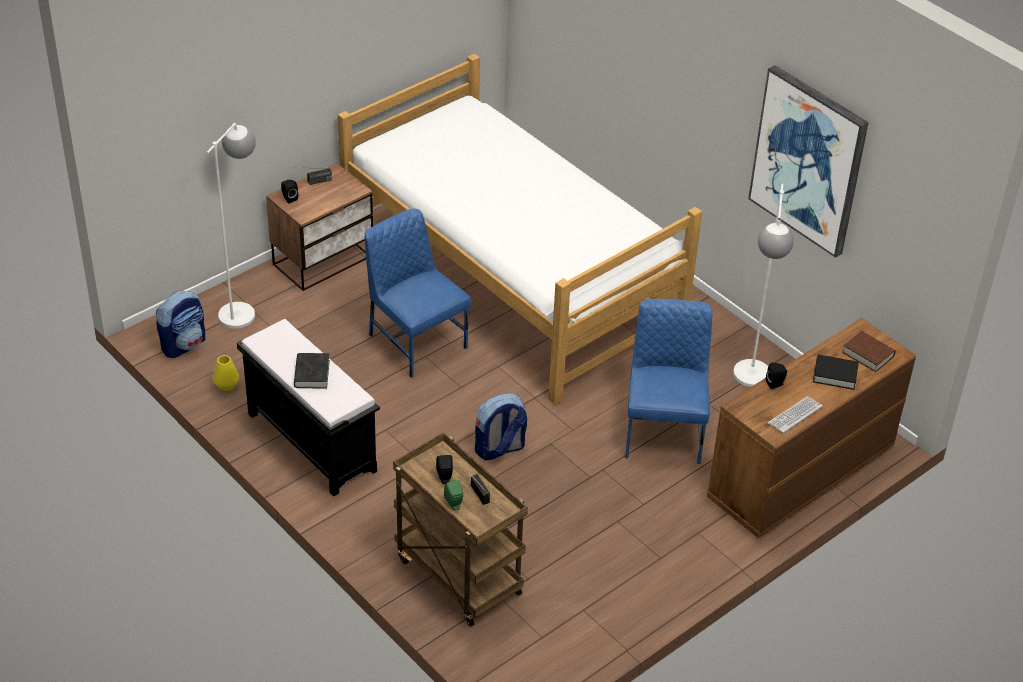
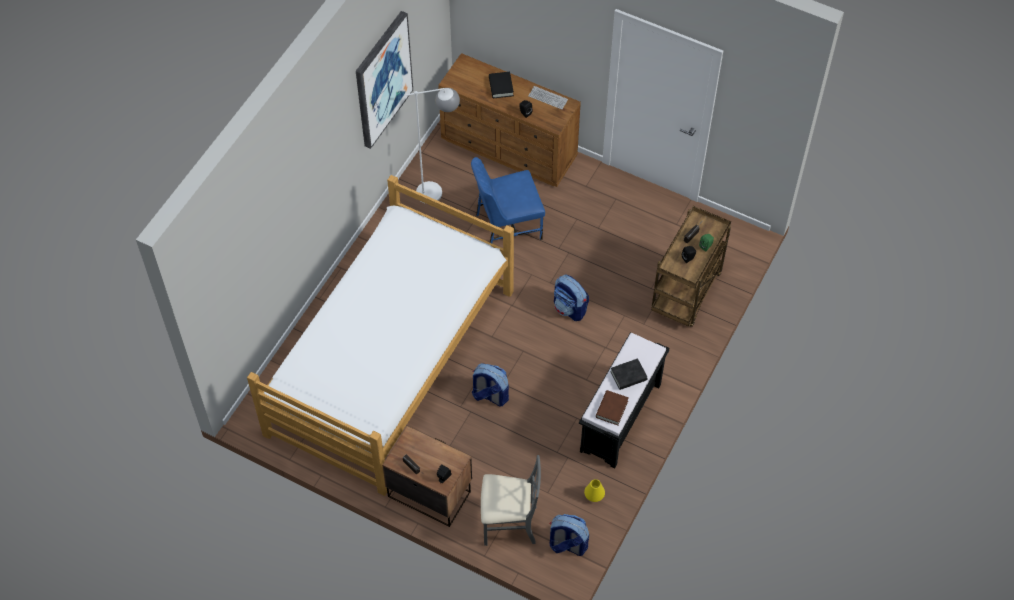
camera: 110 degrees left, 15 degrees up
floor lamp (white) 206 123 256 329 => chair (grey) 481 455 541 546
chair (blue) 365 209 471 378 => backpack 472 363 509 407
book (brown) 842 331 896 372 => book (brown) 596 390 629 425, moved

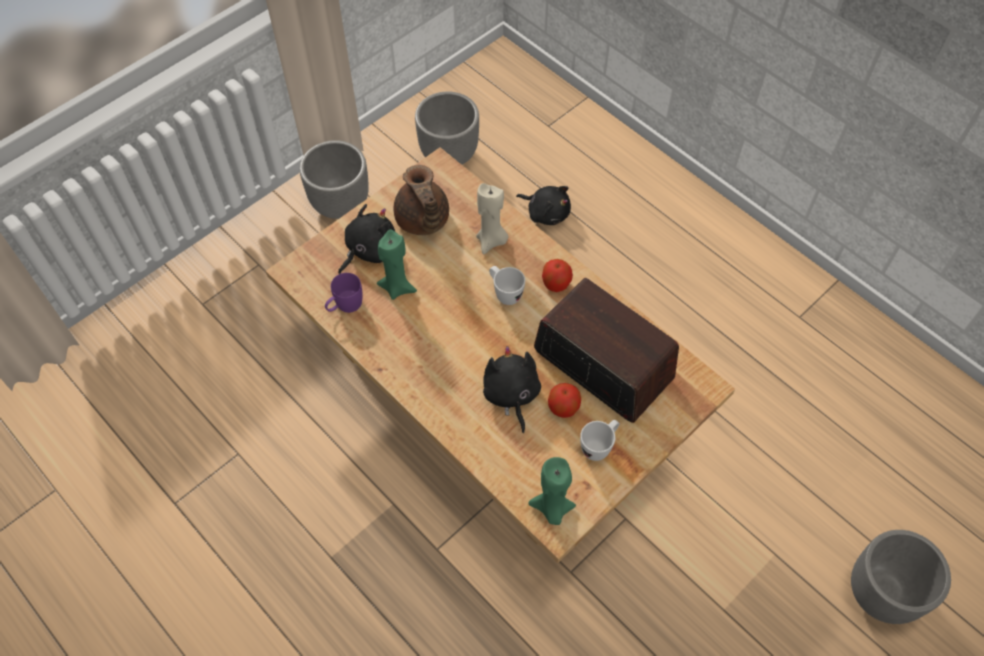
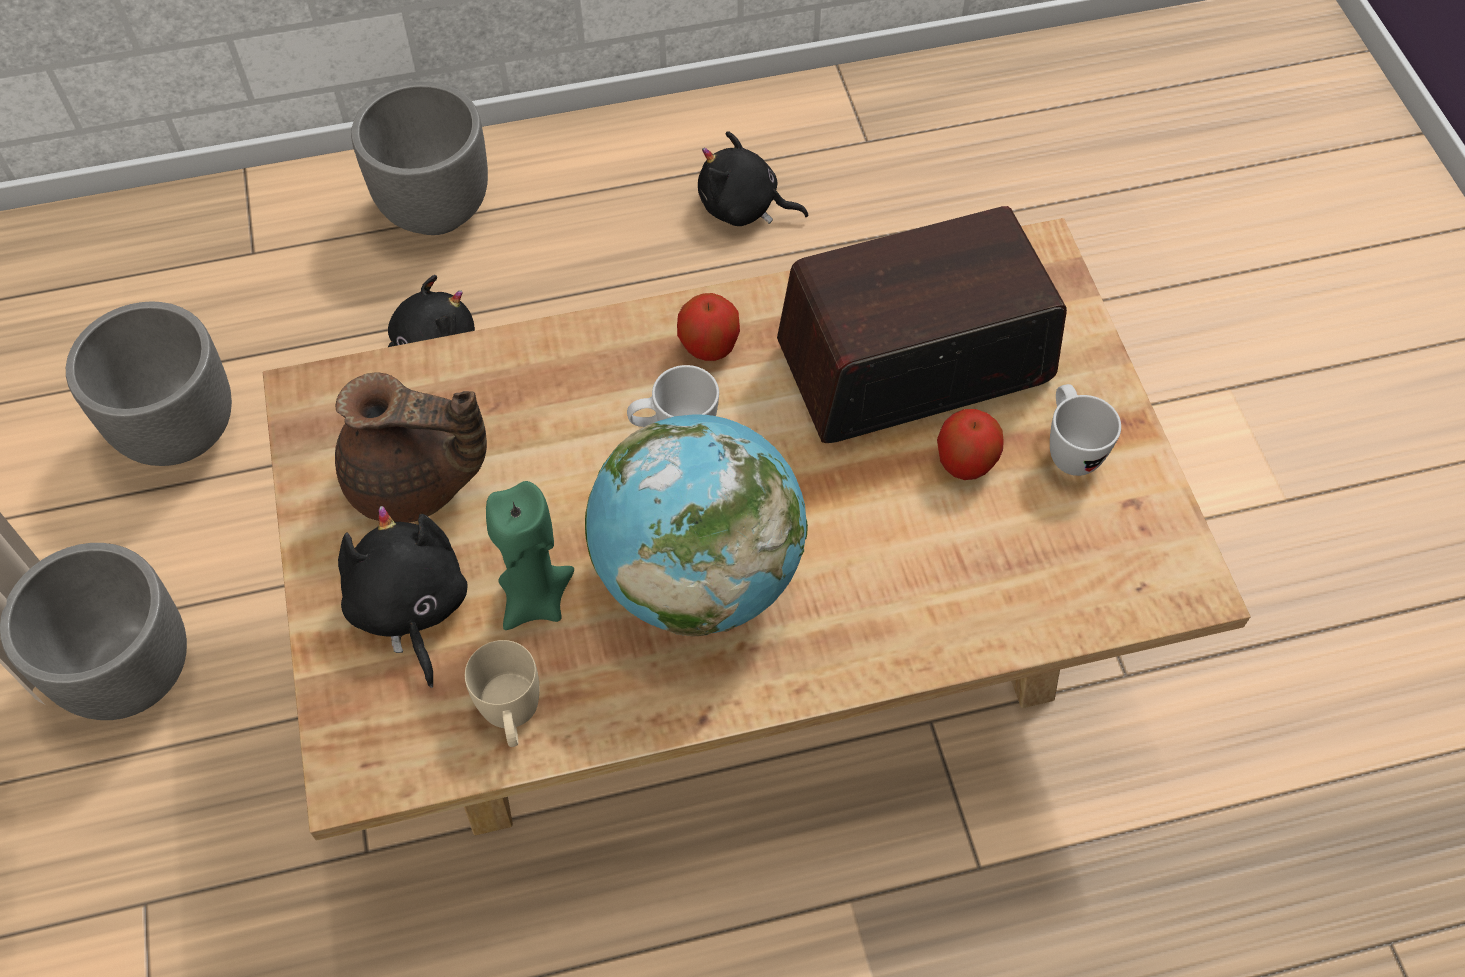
camera: 60 degrees left, 0 degrees up
mug (purple) 325 273 362 313 => mug (beige) 465 640 539 747
candle (beige) 476 183 508 254 => nothing
plush toy (black) 483 346 541 433 => plush toy (black) 698 131 808 226, moved
candle (green) 528 457 576 525 => nothing
planter (grey) 851 530 951 624 => planter (grey) 351 81 488 235, moved
nothing => globe 585 414 808 637

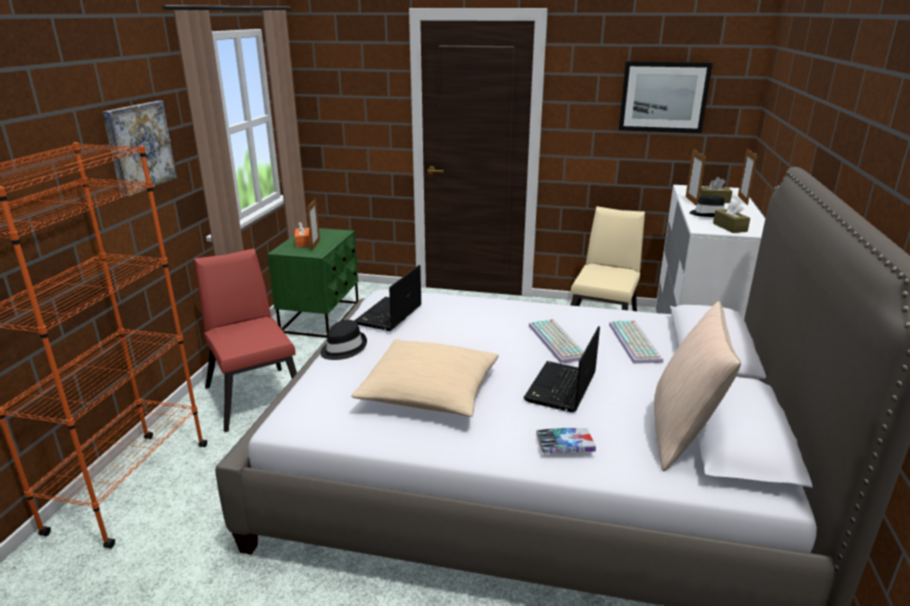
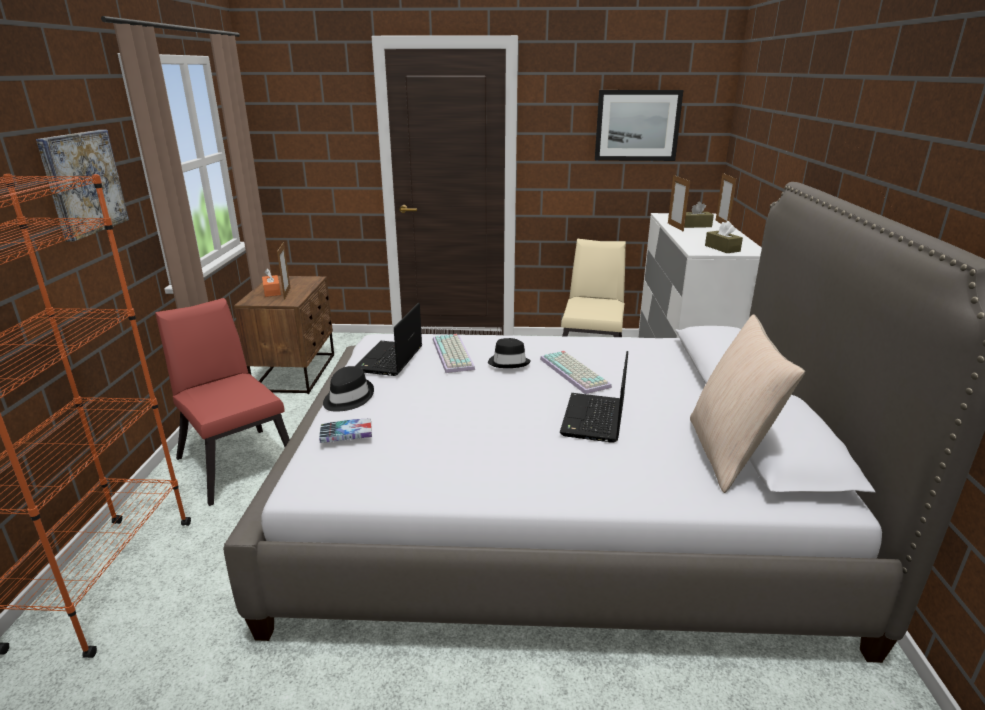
camera: 10 degrees left, 0 degrees up
nightstand (green) 267 227 359 338 => nightstand (brown) 234 276 334 394
pillow (beige) 351 339 499 417 => nothing
book 537 428 596 453 => book 319 418 372 443, moved
keyboard 609 320 663 364 => keyboard 433 334 475 373, moved
hat (black) 690 195 724 217 => hat (black) 488 338 531 368, moved

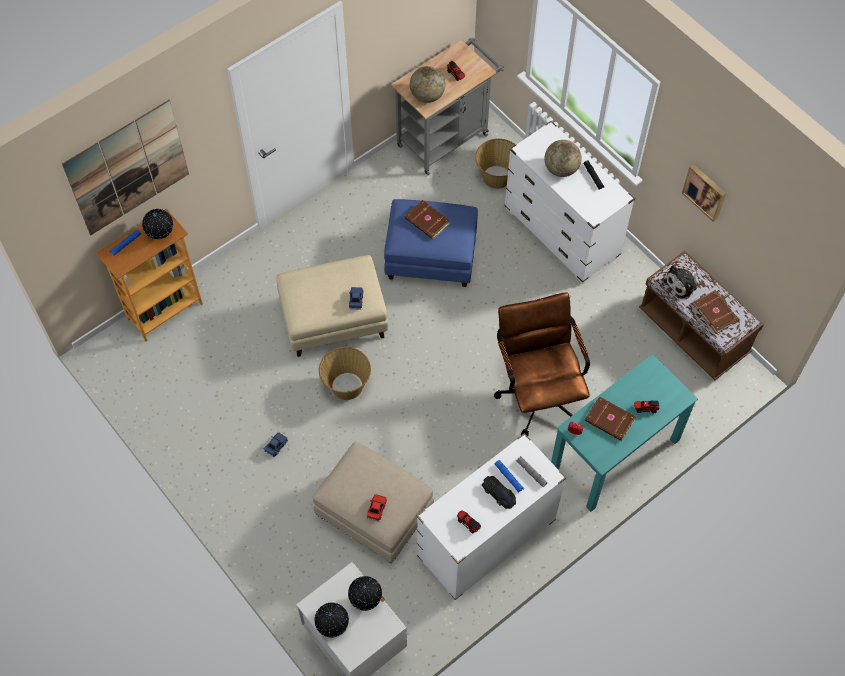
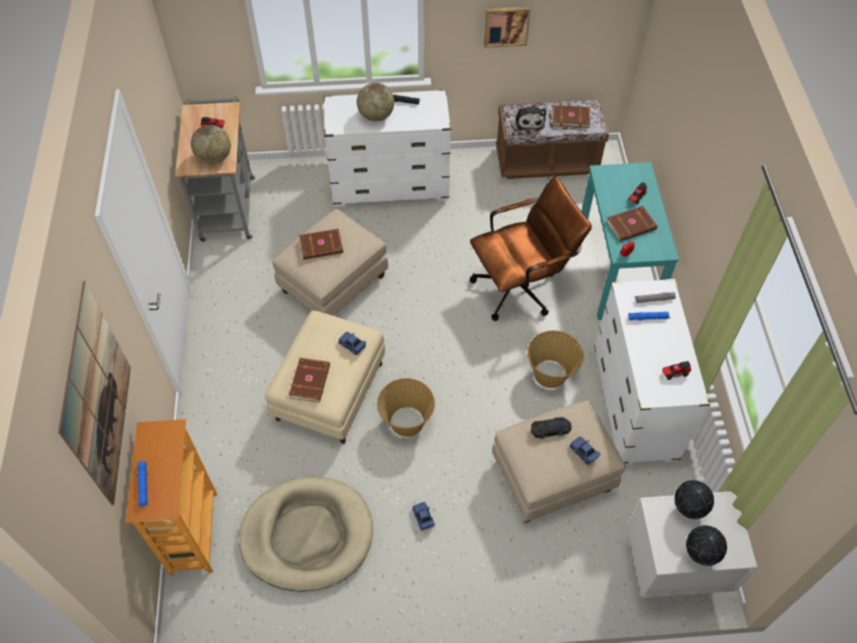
camera: 55 degrees left, 5 degrees down
globe 142 209 173 239 => nothing
toy car (red) 366 494 387 521 => toy car (blue) 570 437 601 466
ottoman (blue) 384 199 478 287 => ottoman (beige) 272 209 388 316
basket 475 139 516 189 => basket 527 331 583 388, moved
toy car (black) 482 476 516 509 => toy car (black) 531 417 572 439, moved
office chair (brown) 494 292 590 436 => office chair (brown) 469 176 592 321, 135 degrees clockwise
nothing => dog bed (beige) 239 477 373 592
nothing => book (brown) 289 358 330 403

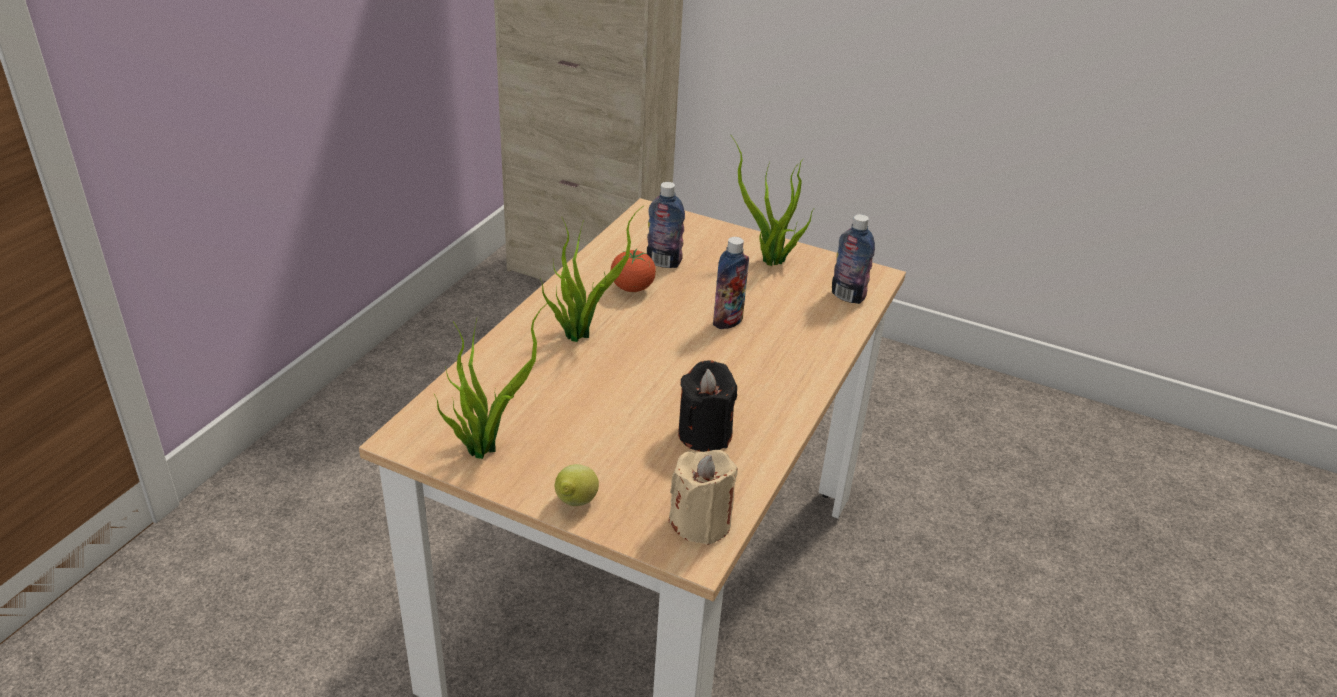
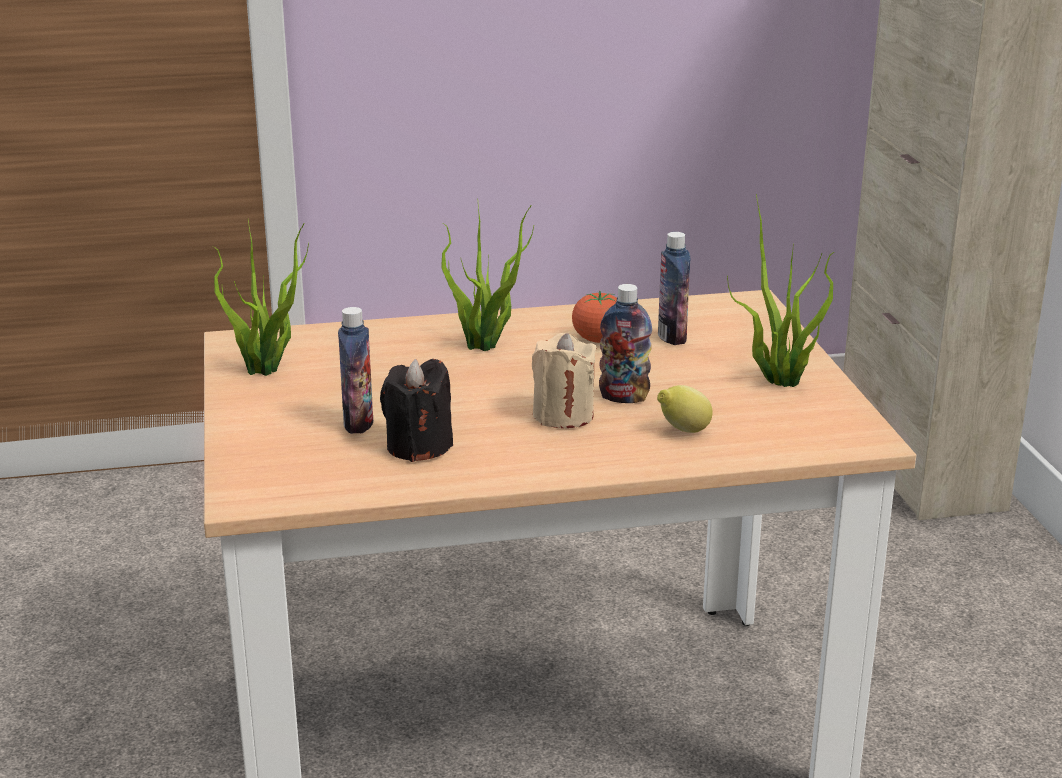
camera: 55 degrees right, 10 degrees down
lemon 555 464 599 506 => lemon 657 385 713 433, moved
candle (beige) 669 450 738 545 => candle (beige) 532 333 597 428, moved
bottle 832 214 875 304 => bottle 338 307 373 434, moved

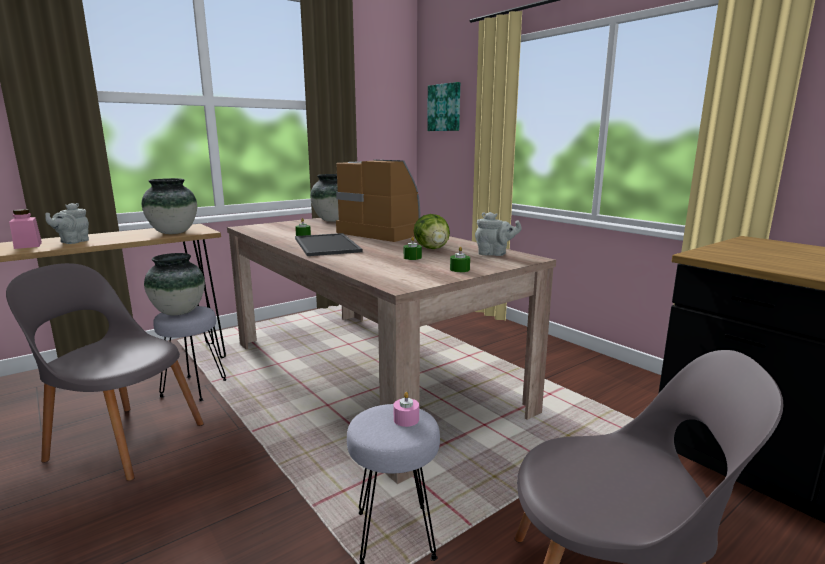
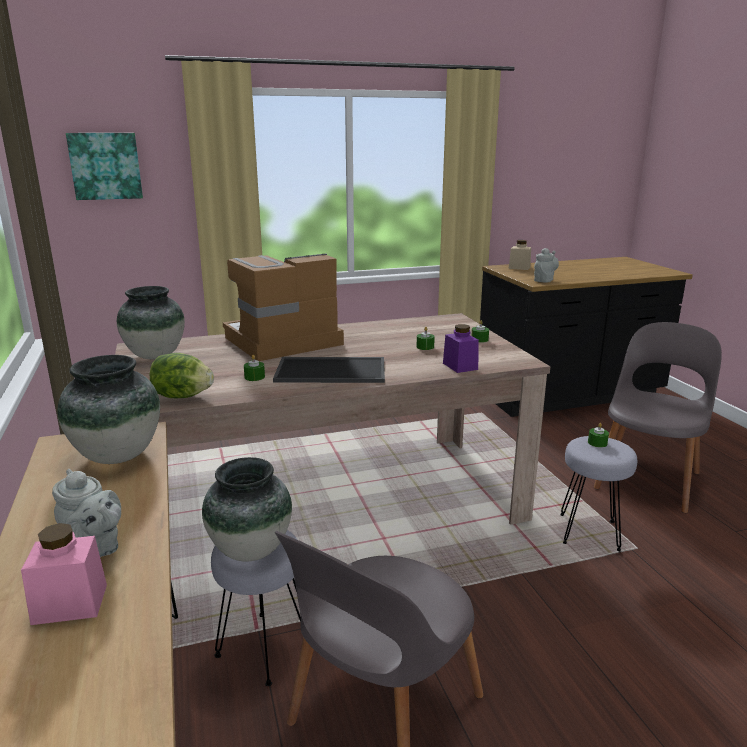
camera: 70 degrees left, 5 degrees up
candle (pink) 394 392 419 427 => candle (green) 588 423 609 447
lettuce 414 214 450 249 => lettuce 150 353 214 398, moved
teapot (grey) 475 212 522 256 => teapot (grey) 534 248 559 283, moved
nothing => jar (purple) 443 324 479 373
nothing => jar (beige) 508 240 531 270

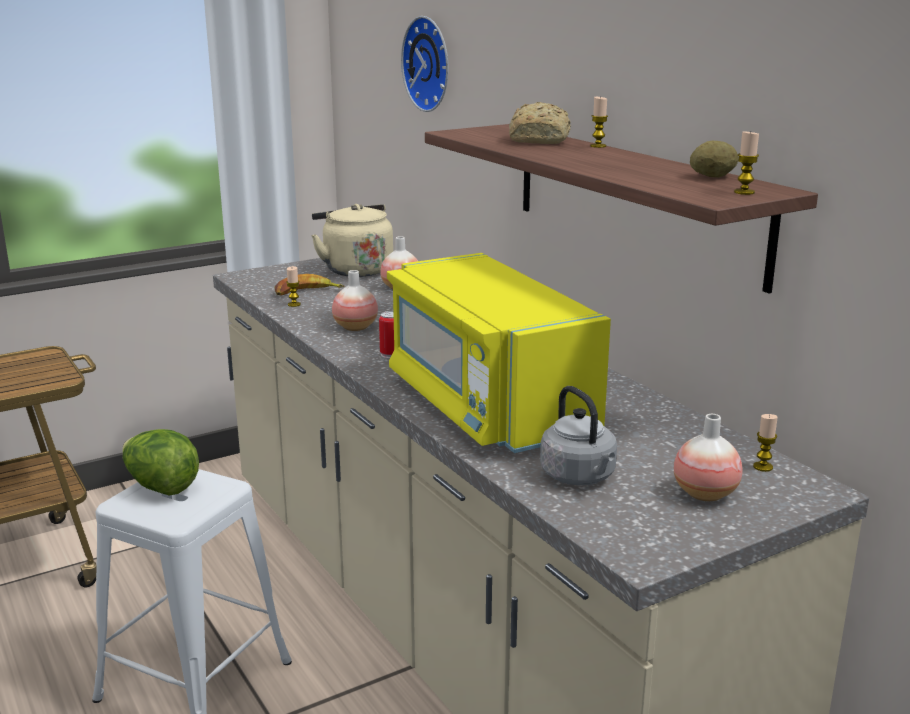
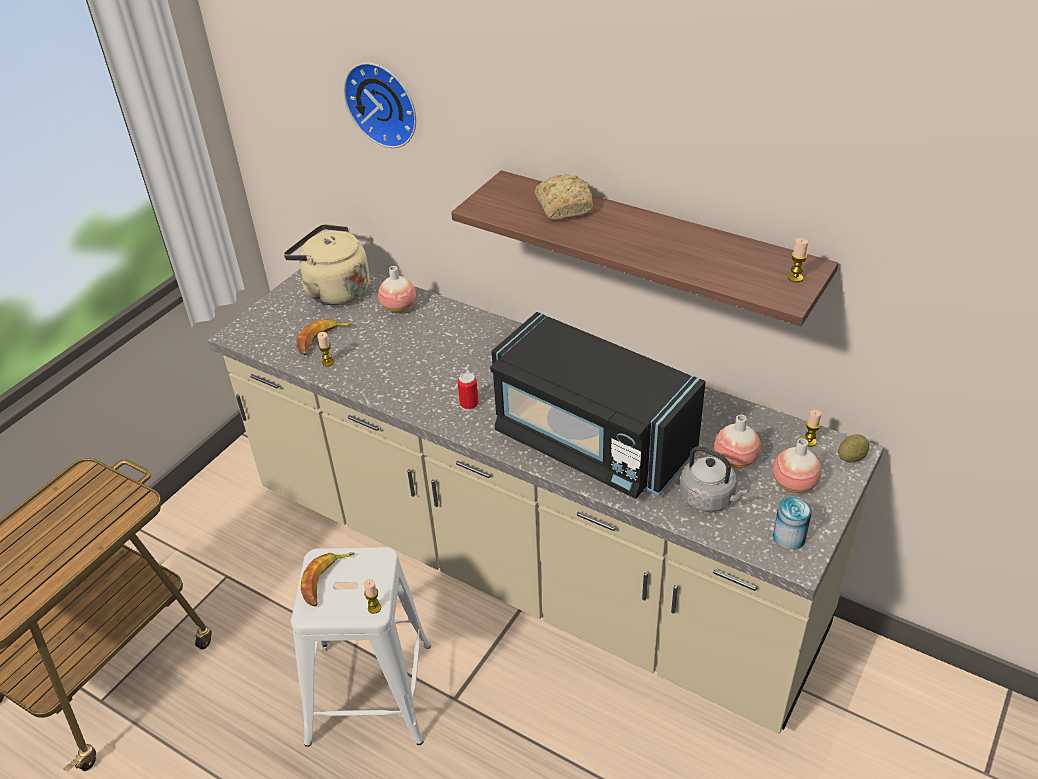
camera: 25 degrees left, 20 degrees up
lettuce 122 429 199 495 => banana 301 553 355 606
vase 332 270 378 331 => vase 714 415 761 468, moved
microwave (yellow) 387 253 611 453 => microwave (black) 490 312 706 499
candle 590 97 608 148 => candle 364 579 381 614, moved
potato 690 141 738 178 => potato 838 434 869 463, moved
nothing => can 773 497 812 550

